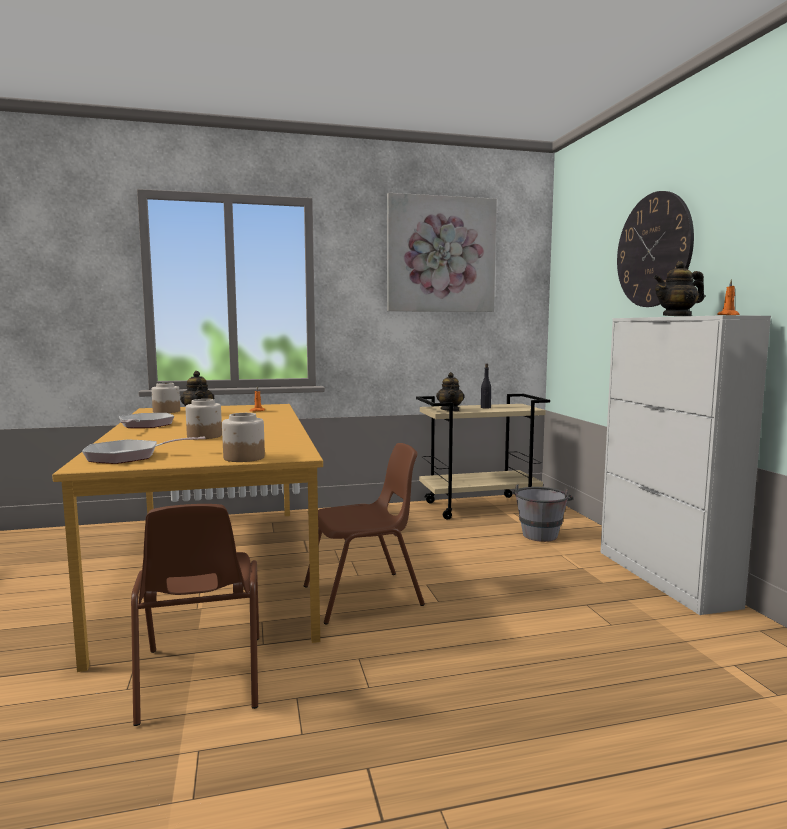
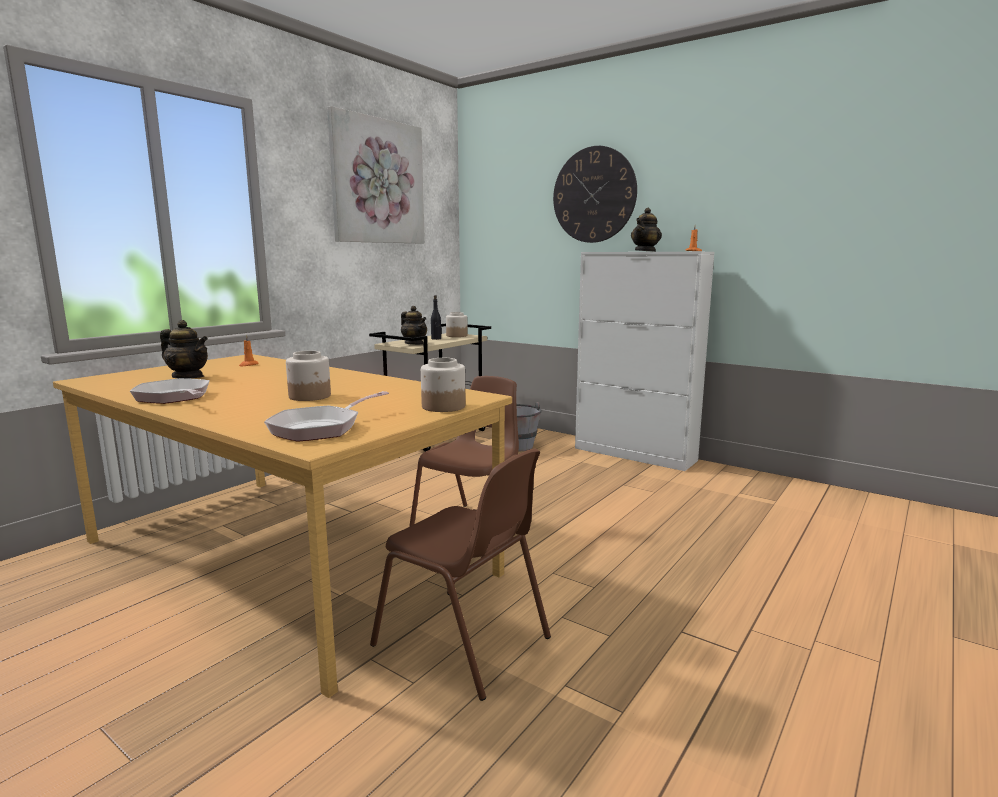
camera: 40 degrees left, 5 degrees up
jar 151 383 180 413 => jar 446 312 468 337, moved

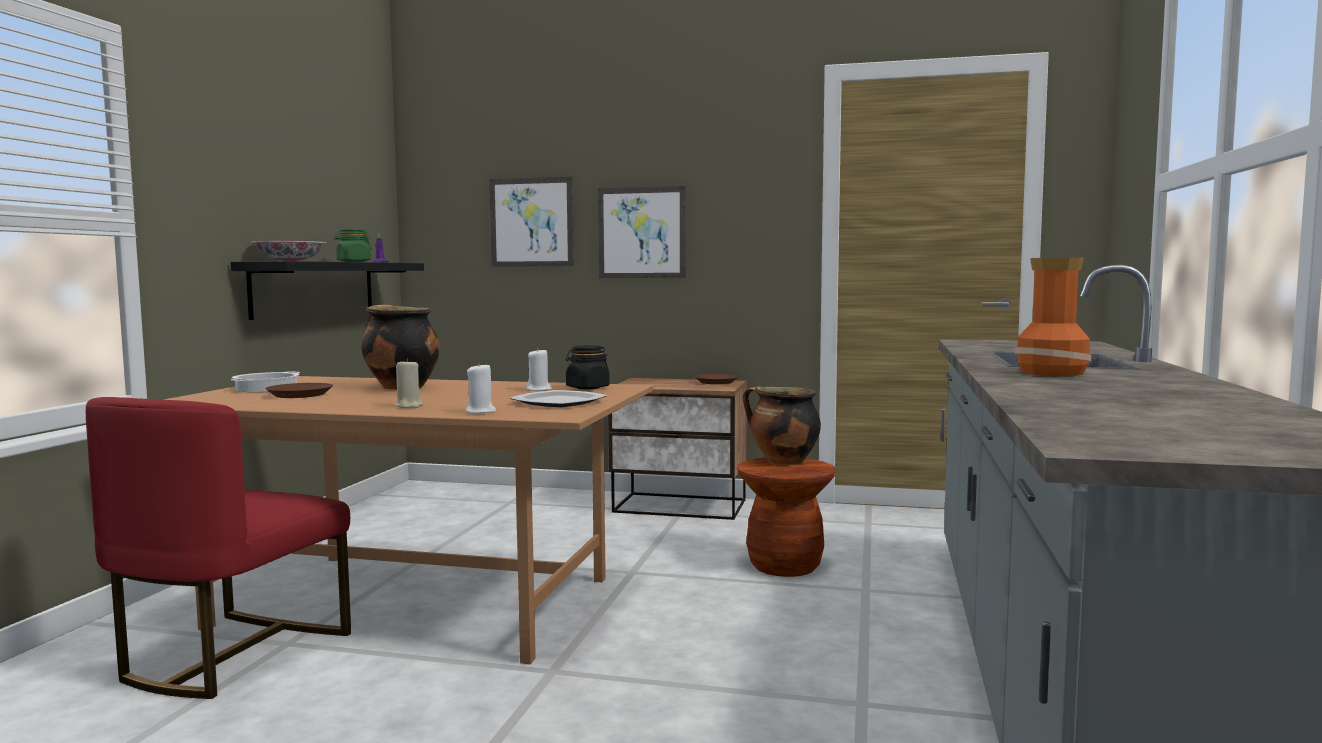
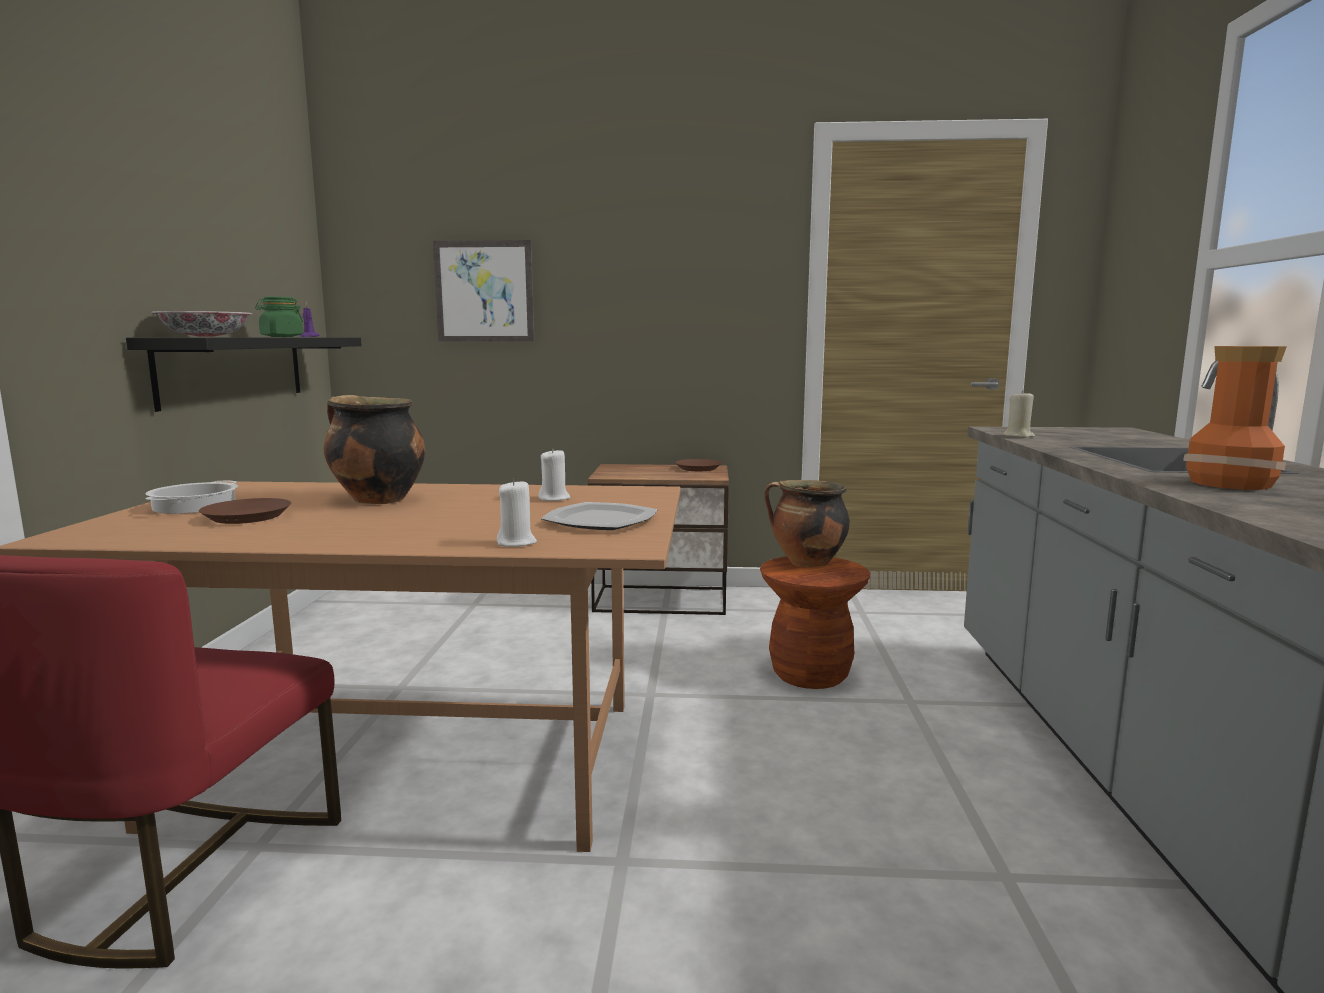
camera: 10 degrees left, 5 degrees up
candle (beige) 395 358 423 408 => candle (beige) 1004 390 1035 438, moved
jar (black) 566 345 610 389 => nothing
picture 598 186 686 278 => nothing

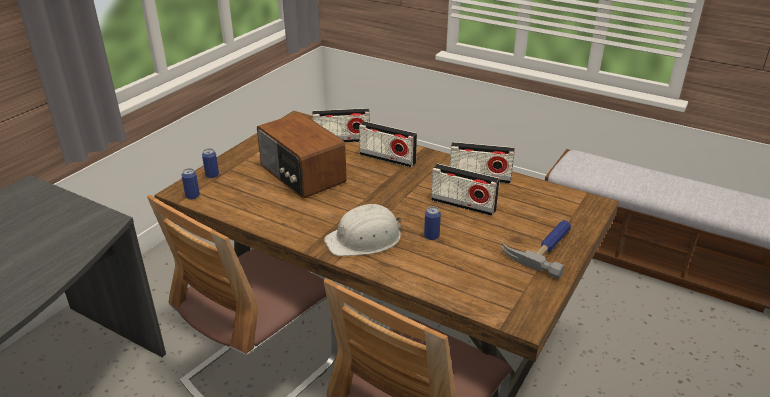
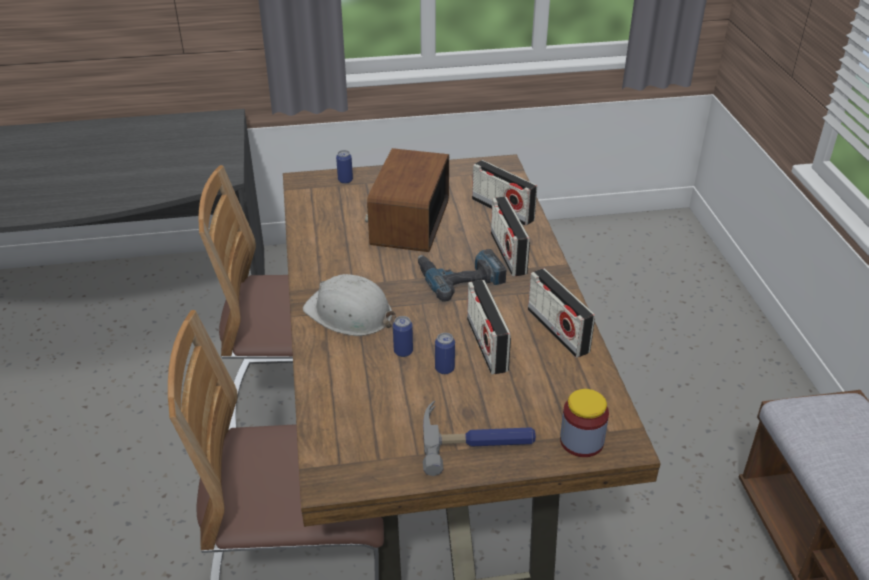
camera: 50 degrees right, 5 degrees up
can 181 168 200 199 => can 435 333 455 374, moved
nothing => power drill 418 249 506 302
nothing => jar 560 389 609 457

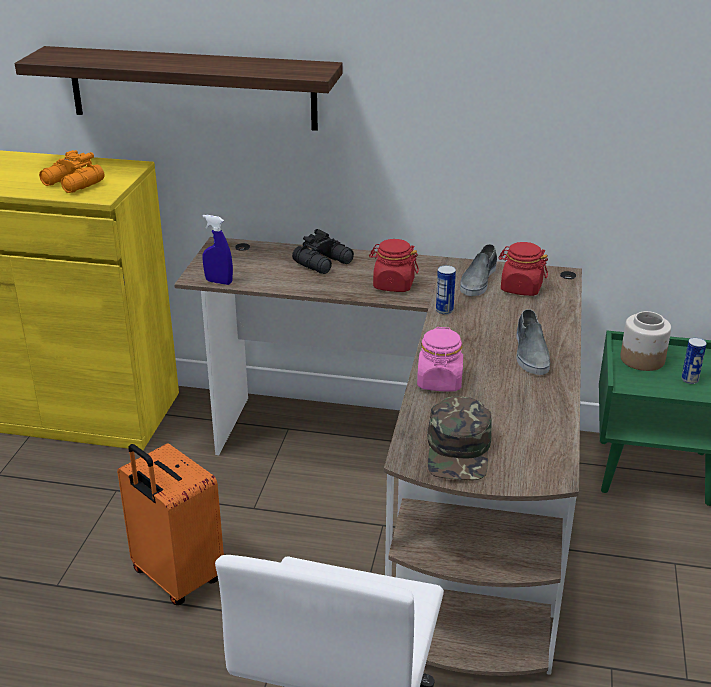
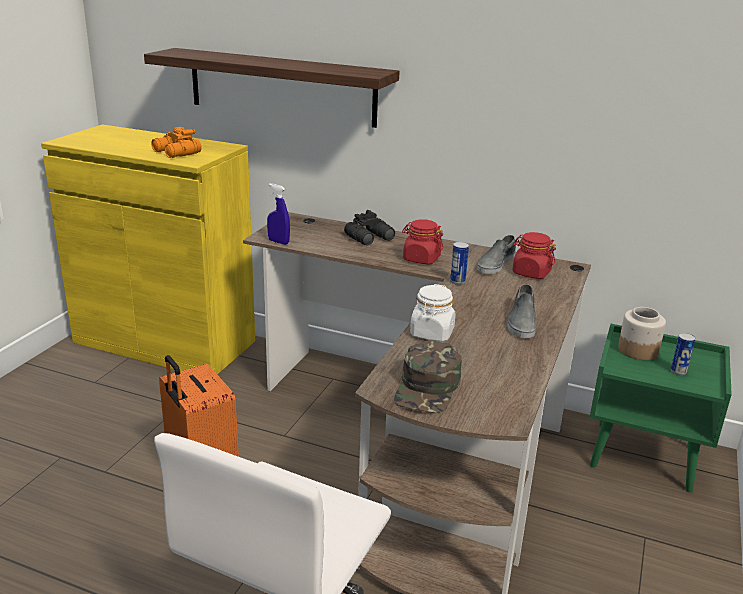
camera: 10 degrees right, 5 degrees down
jar (pink) 417 327 463 392 => jar (white) 410 284 456 341

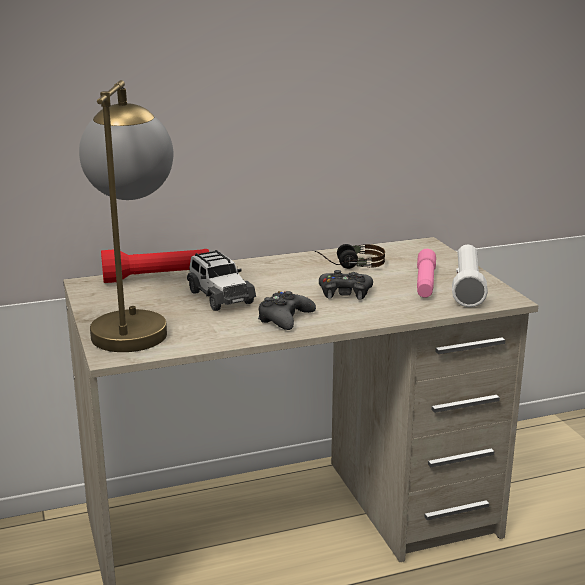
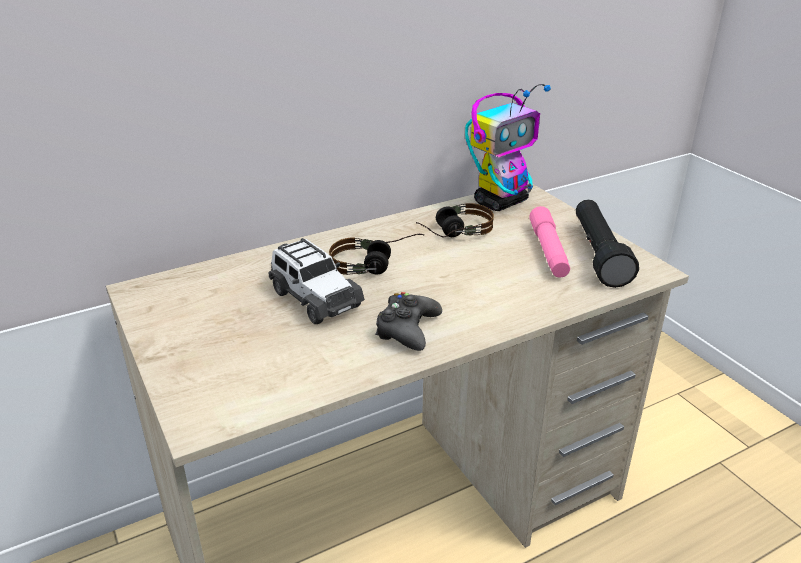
camera: 10 degrees left, 10 degrees up
table lamp 79 80 173 352 => nothing
flashlight (red) 101 249 209 283 => nothing
game controller (black) 319 270 373 299 => nothing
flashlight (white) 452 244 488 307 => flashlight (black) 576 199 639 288
nothing => headphones 329 234 424 275
nothing => toy robot 465 84 551 211

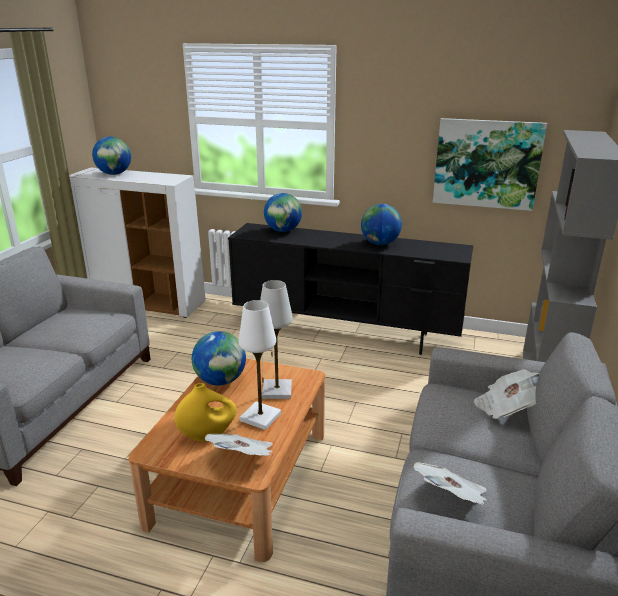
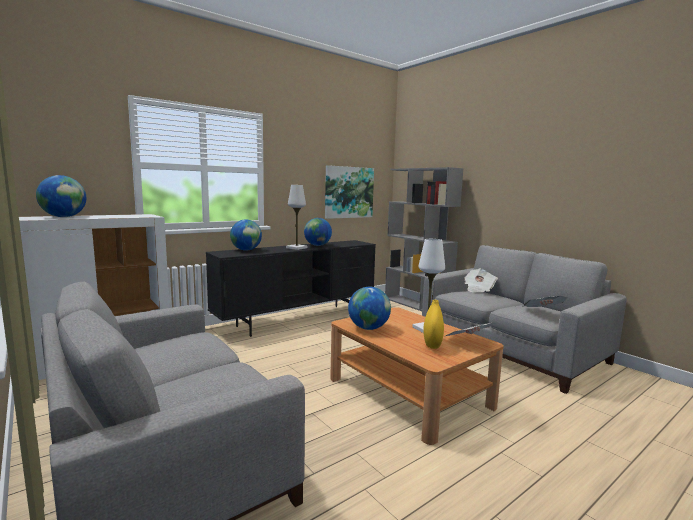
camera: 55 degrees left, 15 degrees down
table lamp (white) 260 280 293 399 => table lamp (white) 286 185 307 250, moved

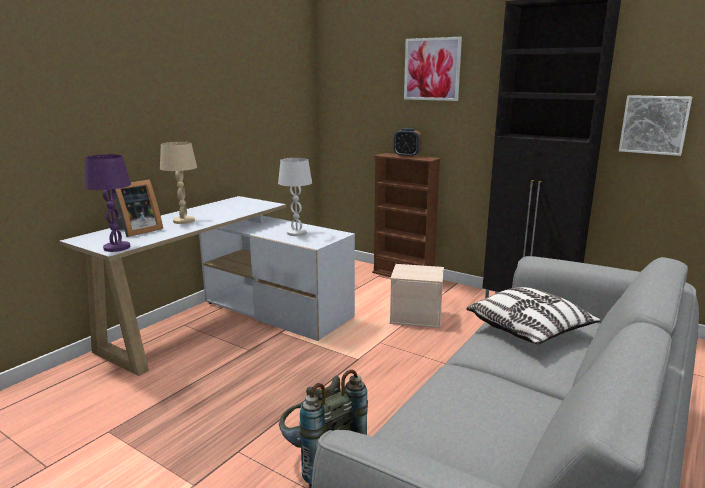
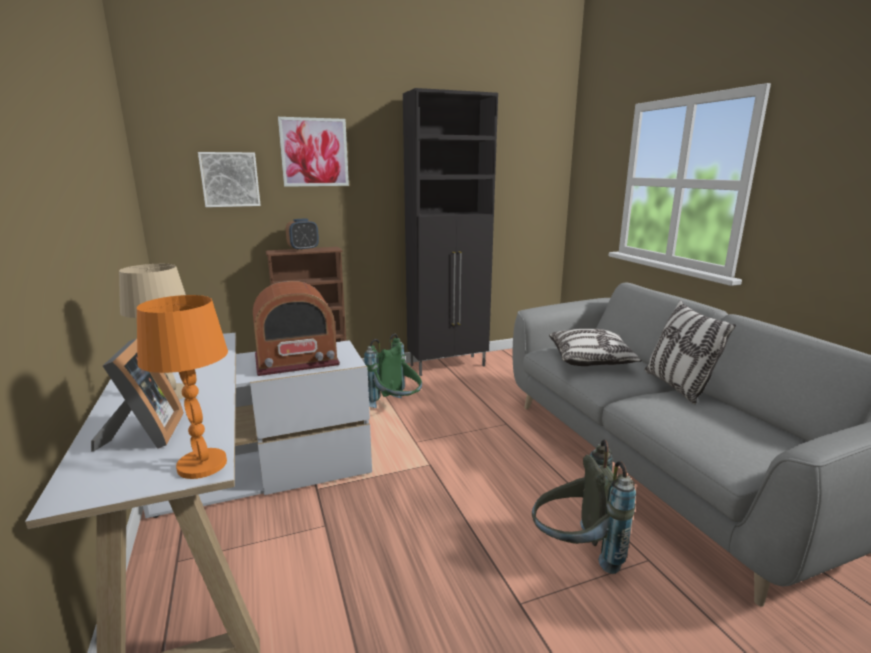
camera: 55 degrees left, 0 degrees up
table lamp (purple) 85 154 131 252 => table lamp (orange) 137 295 228 479
table lamp (white) 278 158 312 236 => radio 253 281 340 376
storage box (beige) 389 264 444 328 => backpack (green) 364 333 422 408
picture 619 95 692 156 => picture 198 152 261 207, moved
nothing => pillow 645 300 736 404

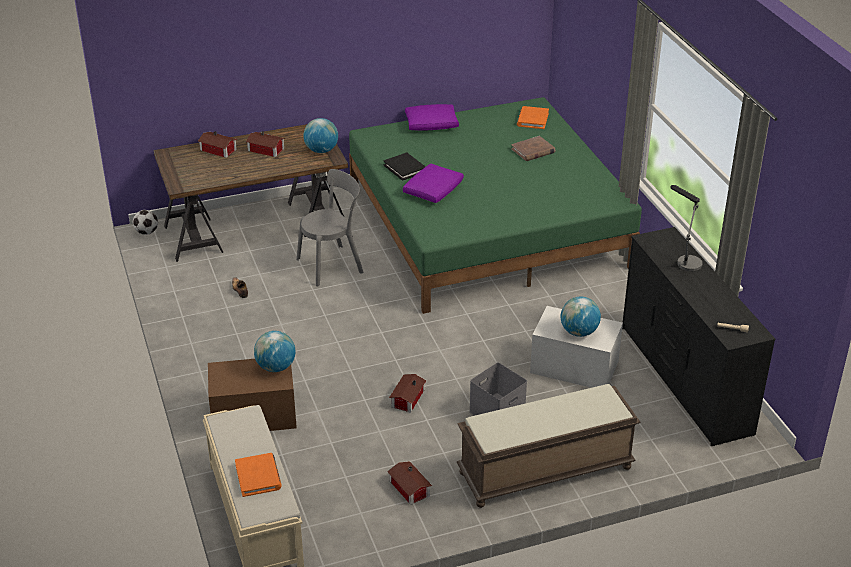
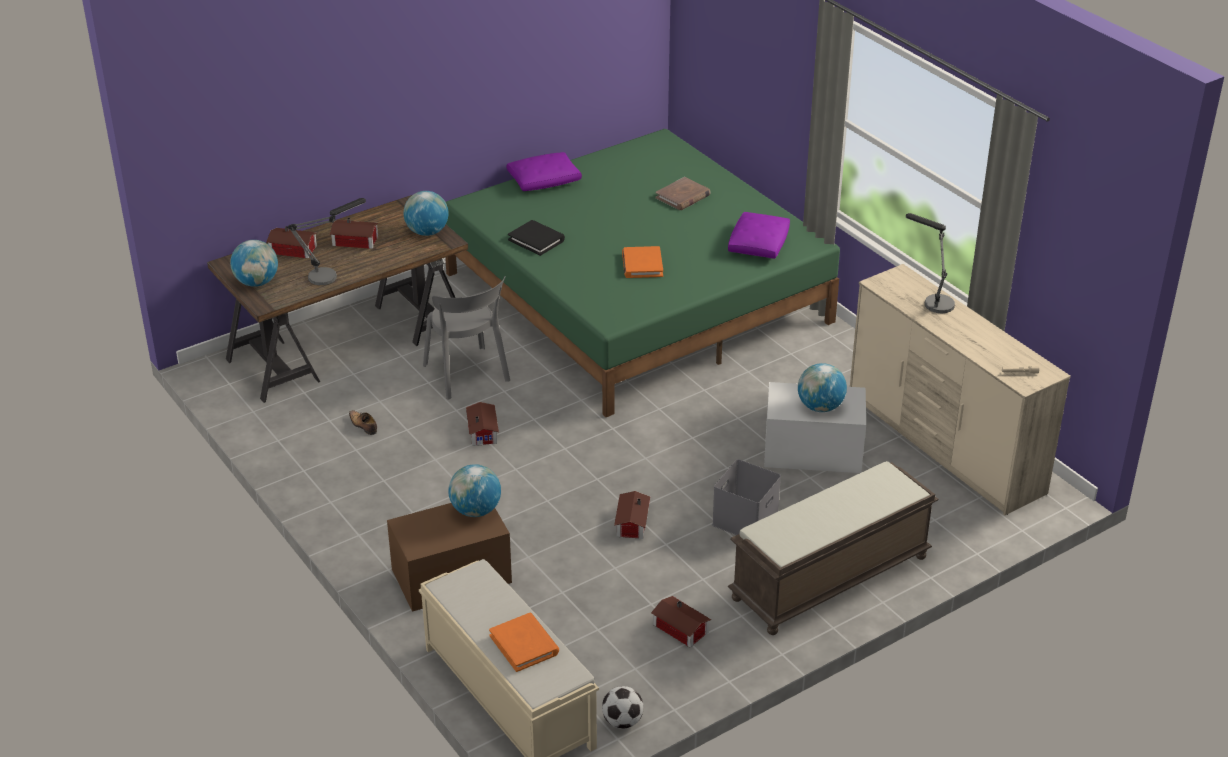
camera: 15 degrees left, 0 degrees up
football 133 210 158 235 => football 602 686 644 729, moved
chair (grey) 296 169 364 286 => chair (grey) 423 276 510 399, 105 degrees clockwise
pillow (purple) 403 164 464 203 => pillow (purple) 728 212 790 259, moved
book (orange) 517 106 549 129 => book (orange) 622 246 663 278, moved
dresser (black) 622 227 775 446 => dresser (beige) 850 264 1071 515
nothing => globe 230 240 278 287
nothing => table lamp 288 198 366 285
nothing => toy house 466 402 499 446

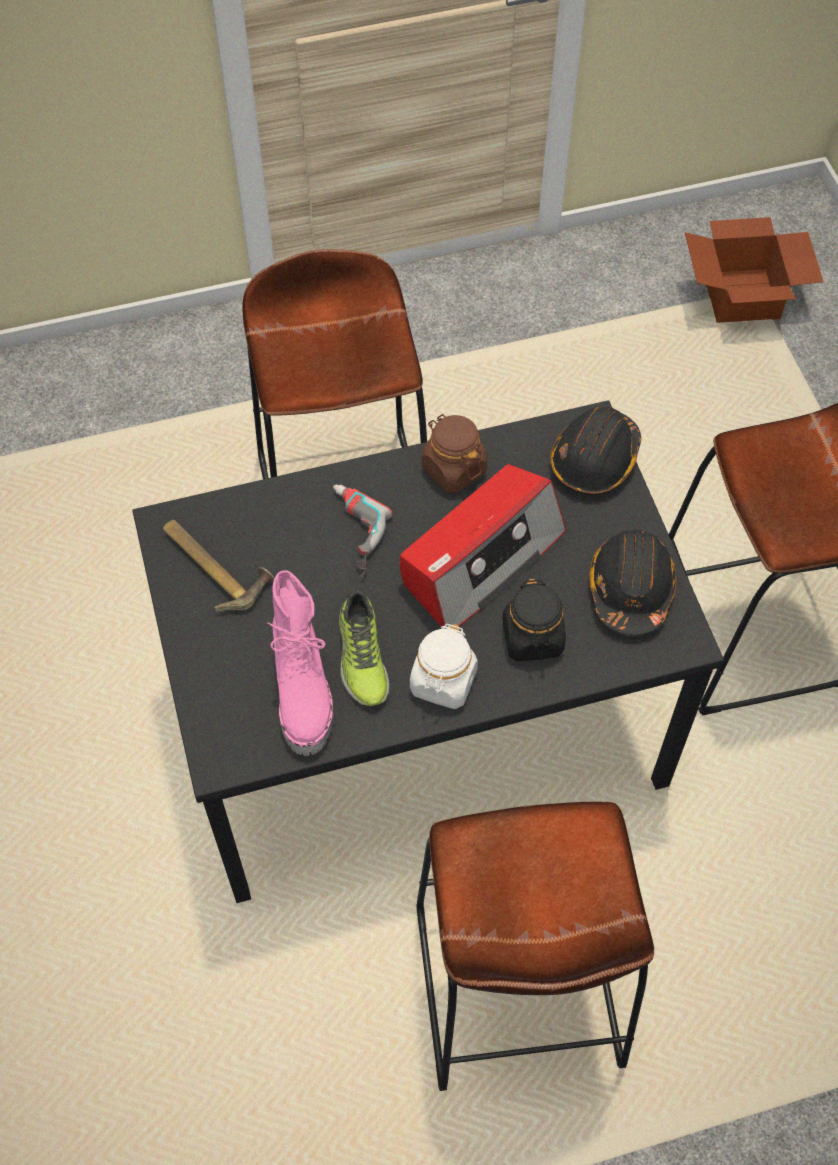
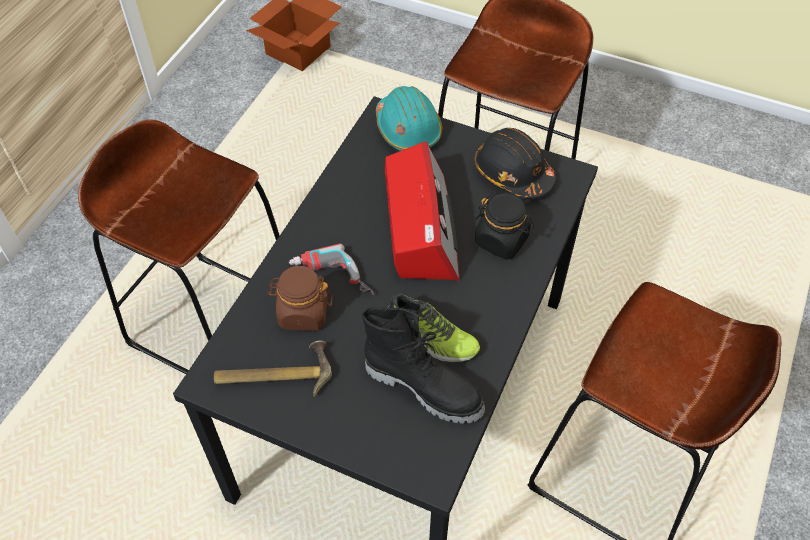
camera: 50 degrees left, 5 degrees down
boot (pink) 268 570 334 756 => boot (black) 361 307 485 424
jar (white) 410 624 478 709 => nothing
jar (brown) 422 414 487 493 => jar (brown) 267 266 333 330, moved
hard hat (black) 550 407 641 495 => hard hat (turquoise) 376 86 442 151

